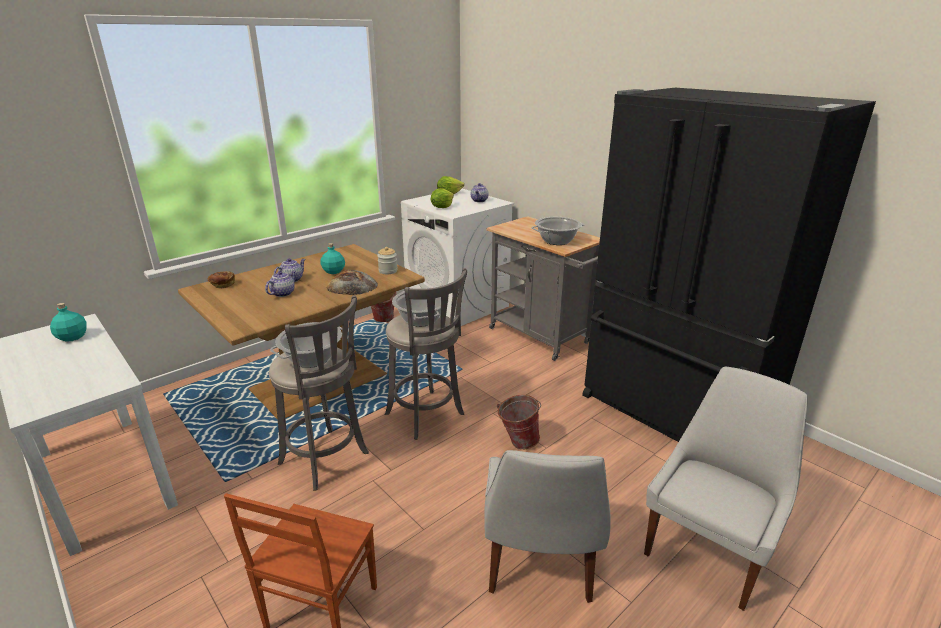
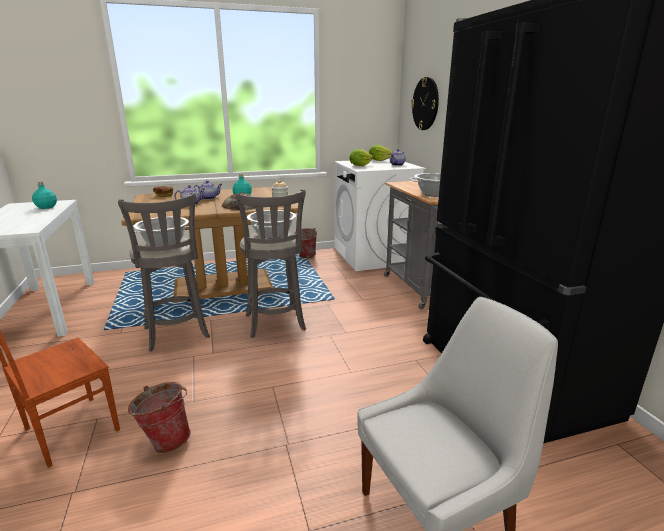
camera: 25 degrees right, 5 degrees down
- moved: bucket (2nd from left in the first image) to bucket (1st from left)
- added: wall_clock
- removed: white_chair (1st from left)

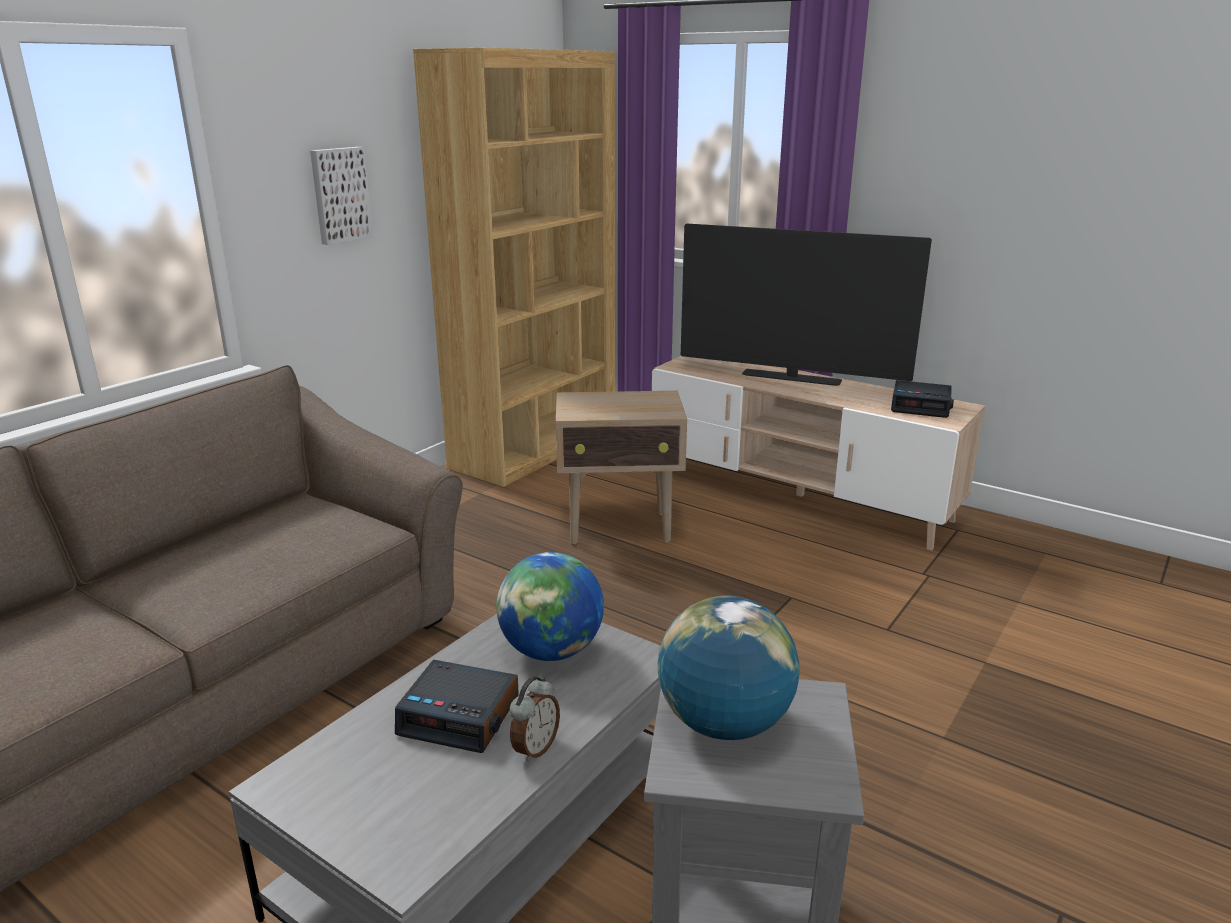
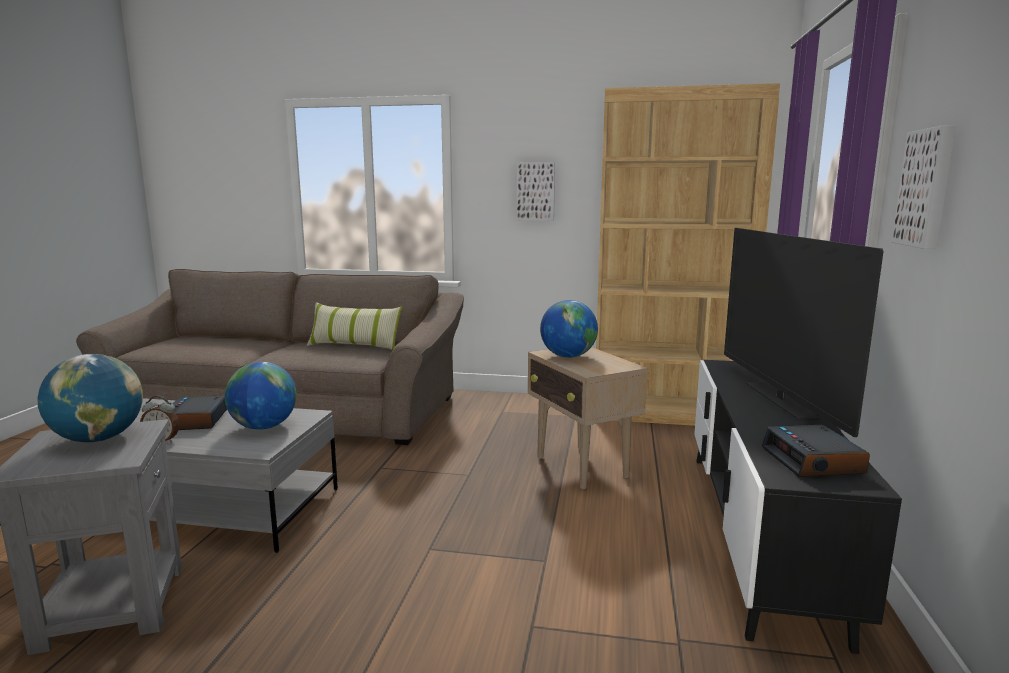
camera: 65 degrees right, 10 degrees down
- added: pillow
- added: globe (3rd from left)
- recoloured: beige_tv_stand to black_tv_stand
- added: picture (2nd from left)

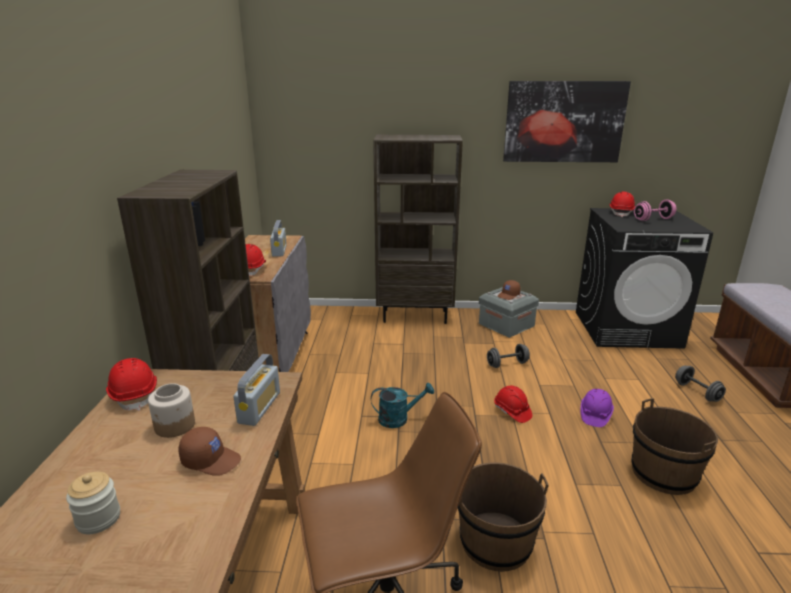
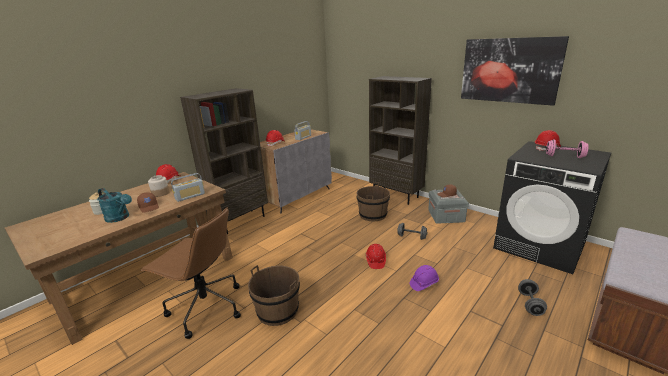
camera: 40 degrees right, 0 degrees up
- moved: turquoise_watering_can
- moved: brown_bucket (2nd from left)

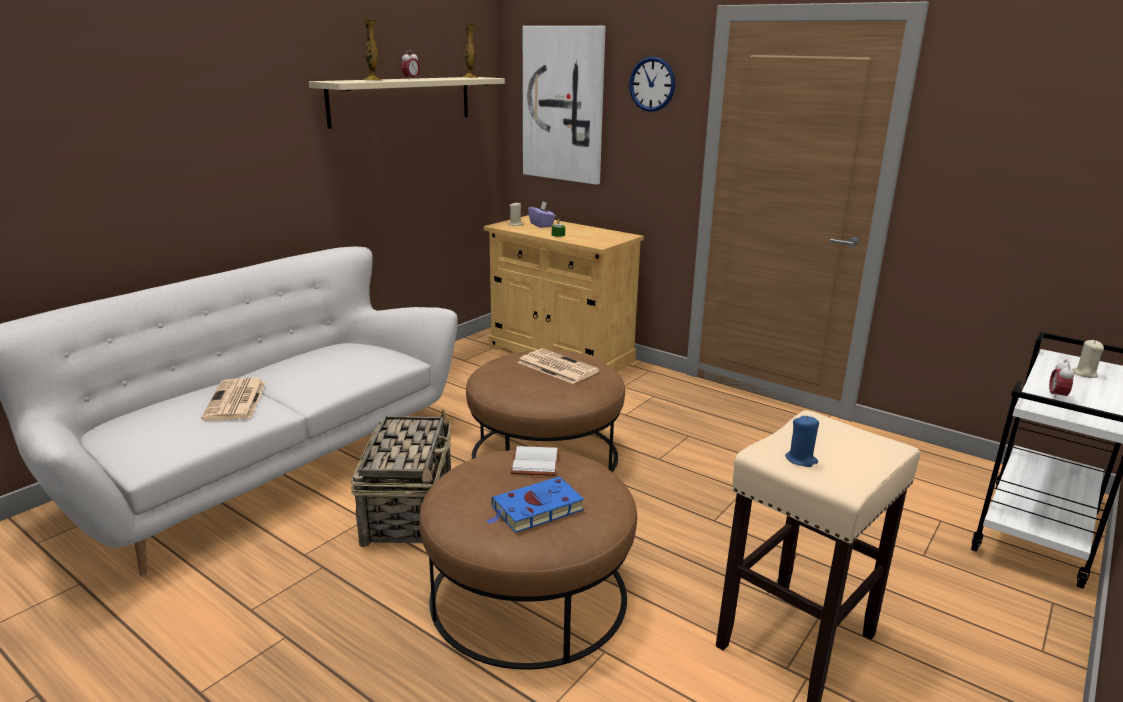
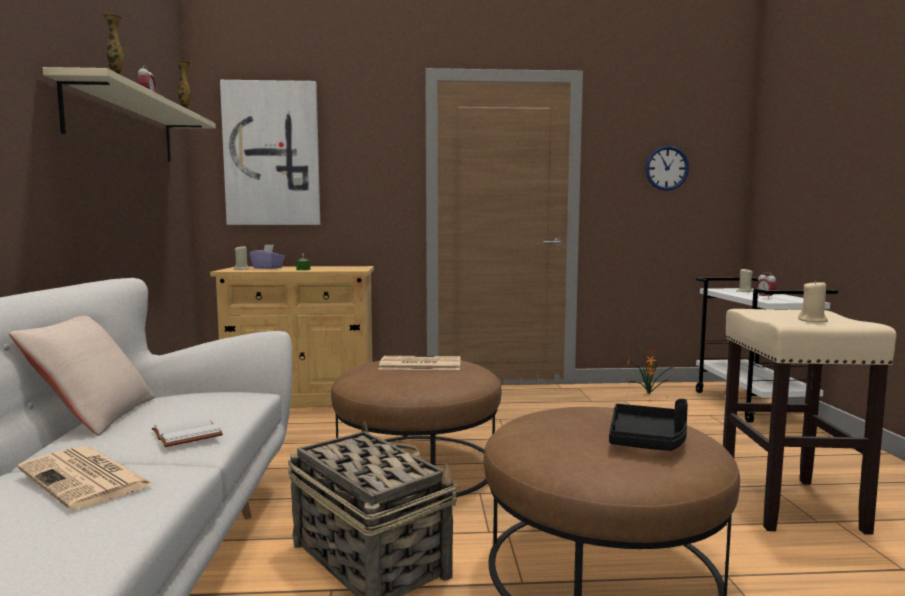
camera: 40 degrees left, 15 degrees down
- added: beige_pillow
- moved: white_book
- replaced: blue_book to black_tray
- added: potted_plant
- moved: wall_clock
- recoloured: blue_candle to beige_candle (3rd from left)

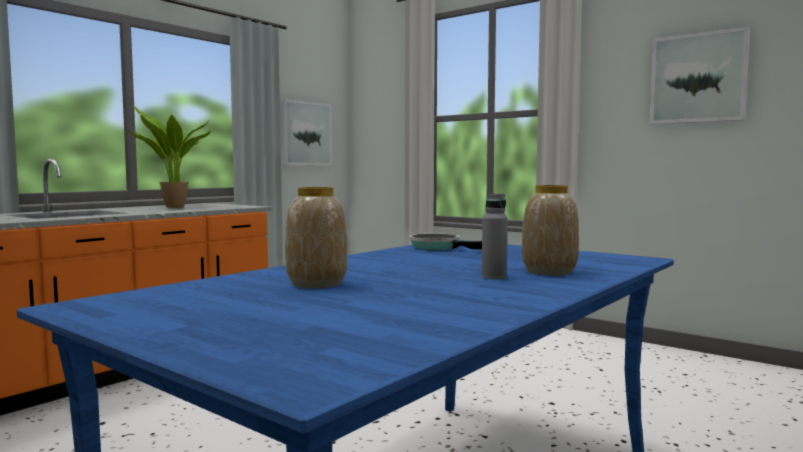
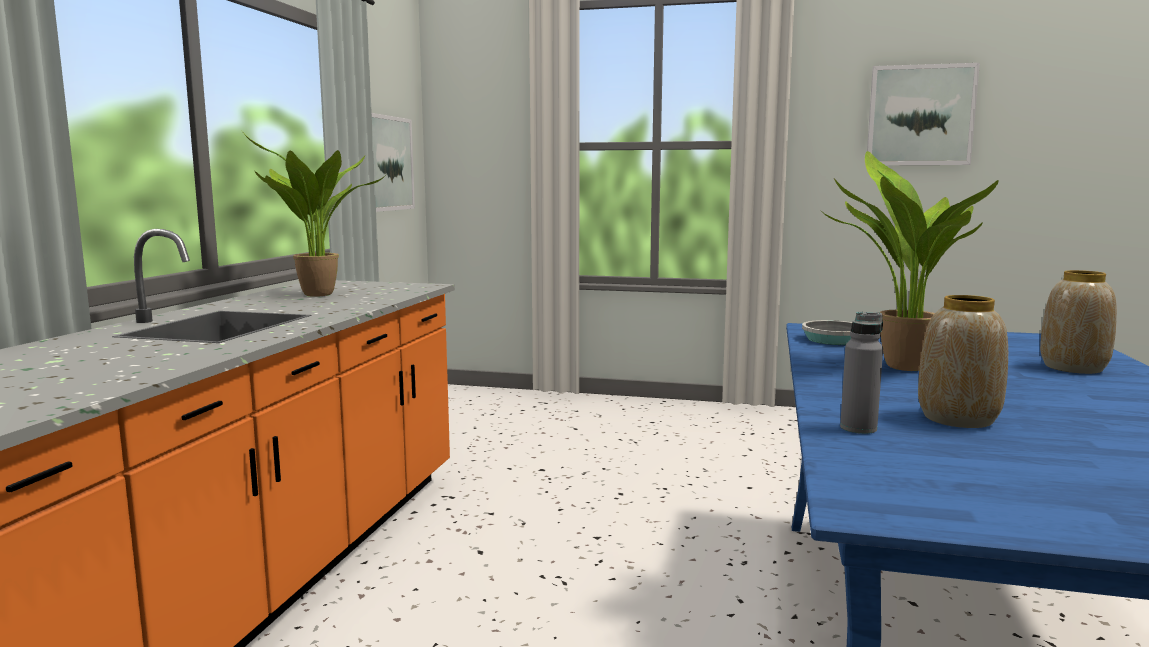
camera: 25 degrees left, 5 degrees up
- added: potted_plant (2nd from left)
- moved: grey_bottle

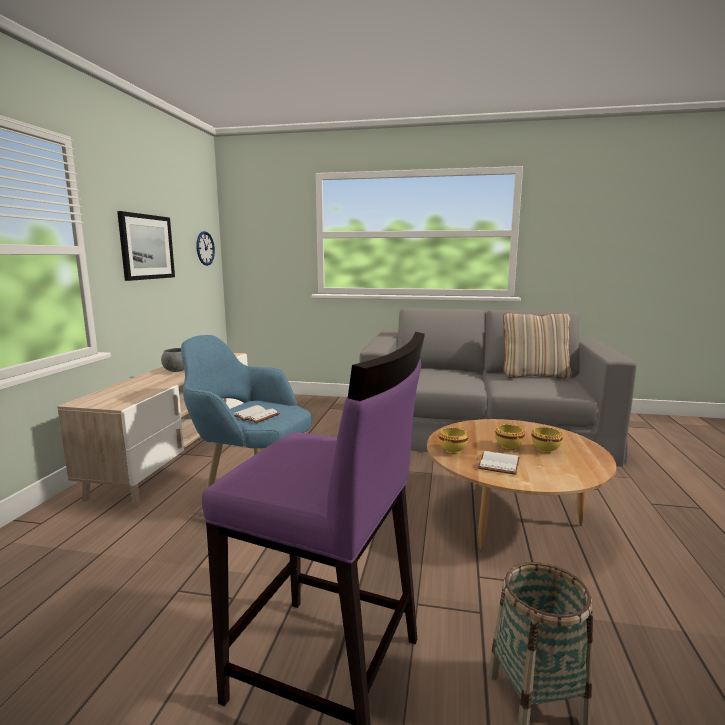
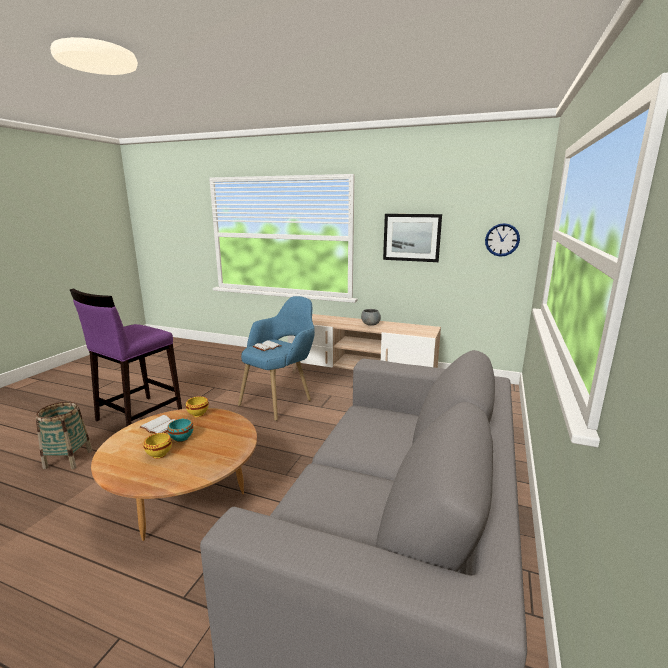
camera: 100 degrees right, 5 degrees up
- recoloured: yellow_bowl (2nd from left) to turquoise_bowl
- removed: beige_pillow

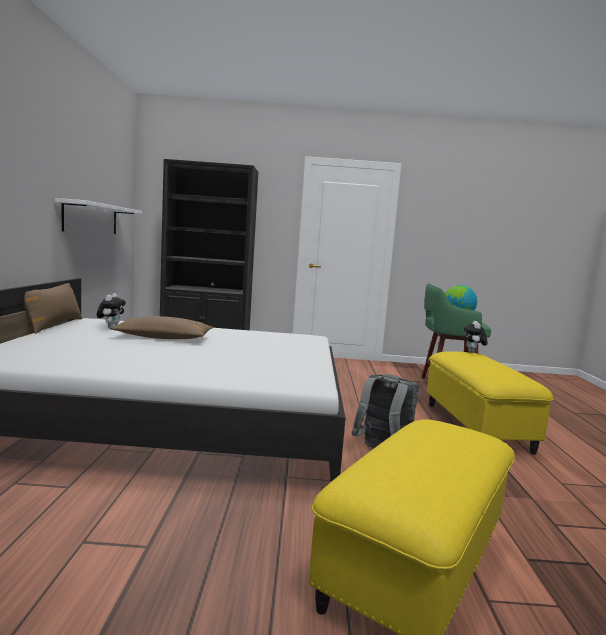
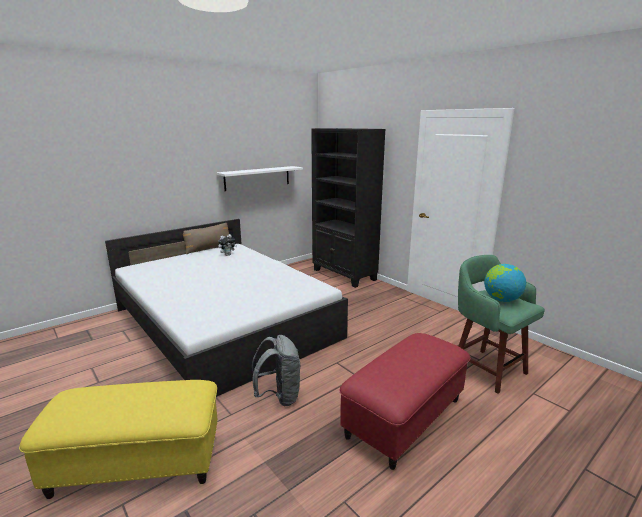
camera: 50 degrees right, 10 degrees up
- recoloured: yellow_ottoman (2nd from left) to red_ottoman
- removed: brown_pillow (2nd from left)
- removed: plush_toy (2nd from left)

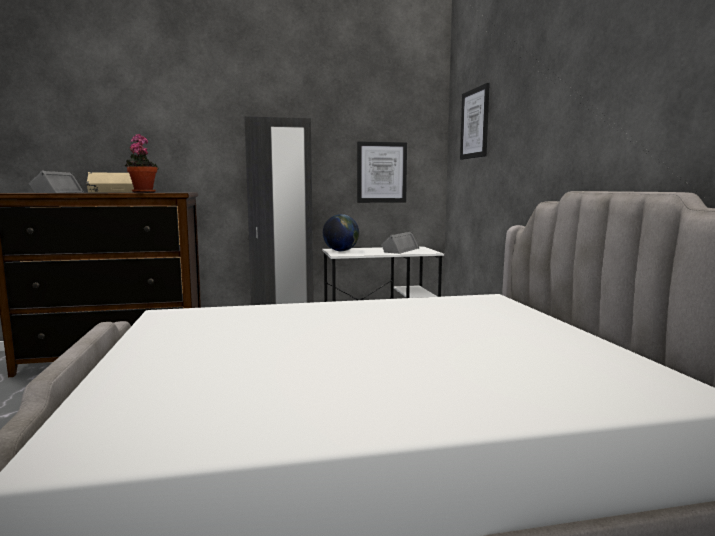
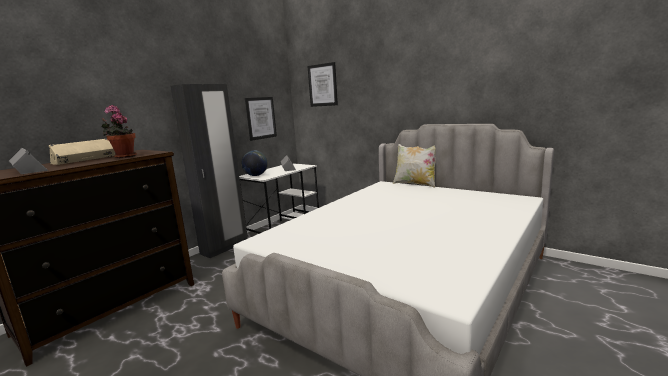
camera: 40 degrees left, 5 degrees up
- added: pillow

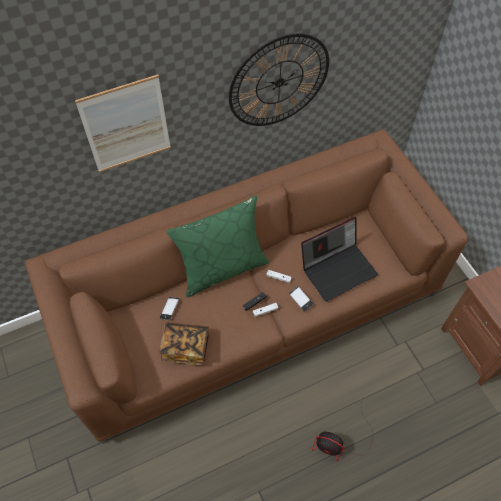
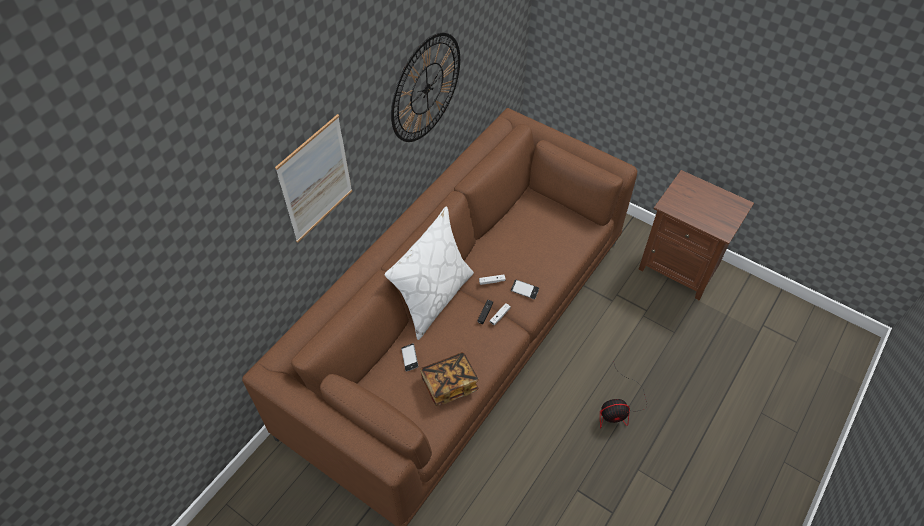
camera: 30 degrees left, 5 degrees down
- recoloured: green_pillow to white_pillow
- removed: laptop

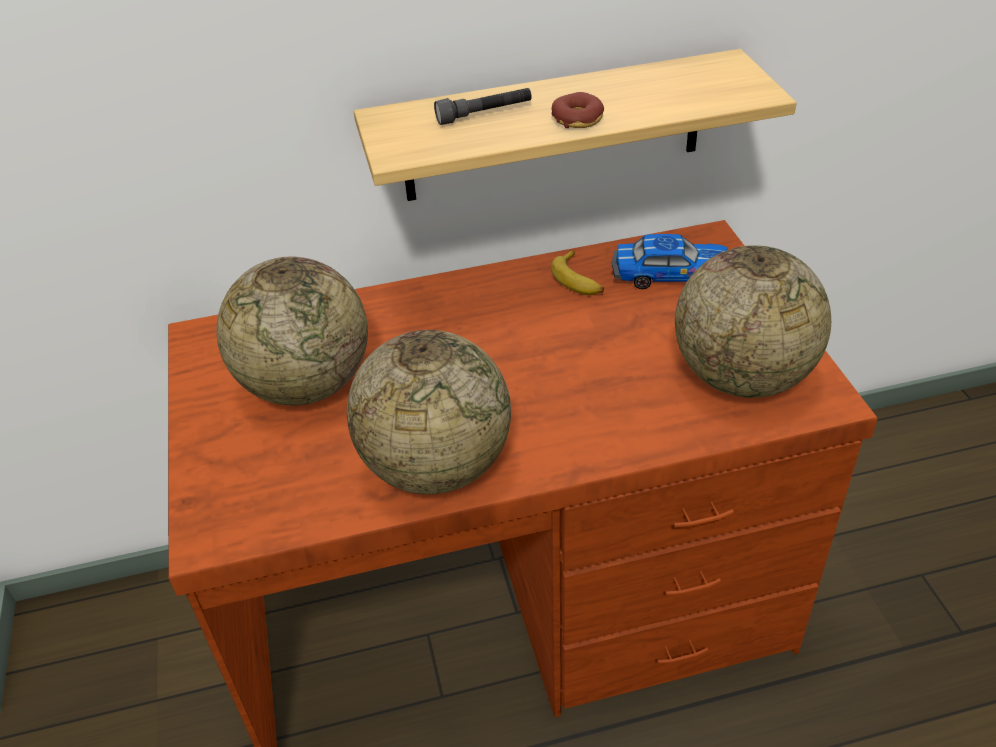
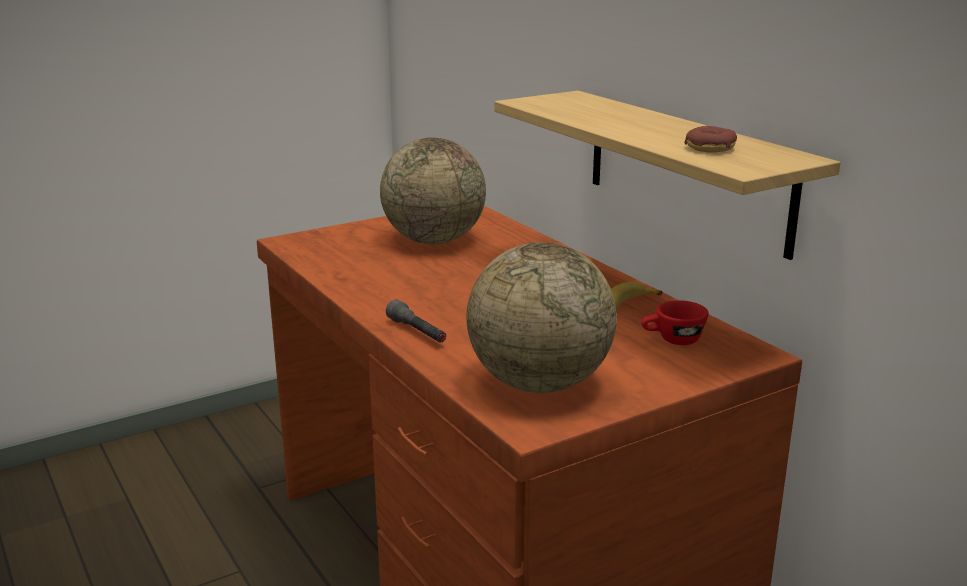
camera: 70 degrees right, 20 degrees down
- moved: grey_flashlight
- replaced: toy_car to red_cup
- moved: donut
- removed: globe (2nd from left)

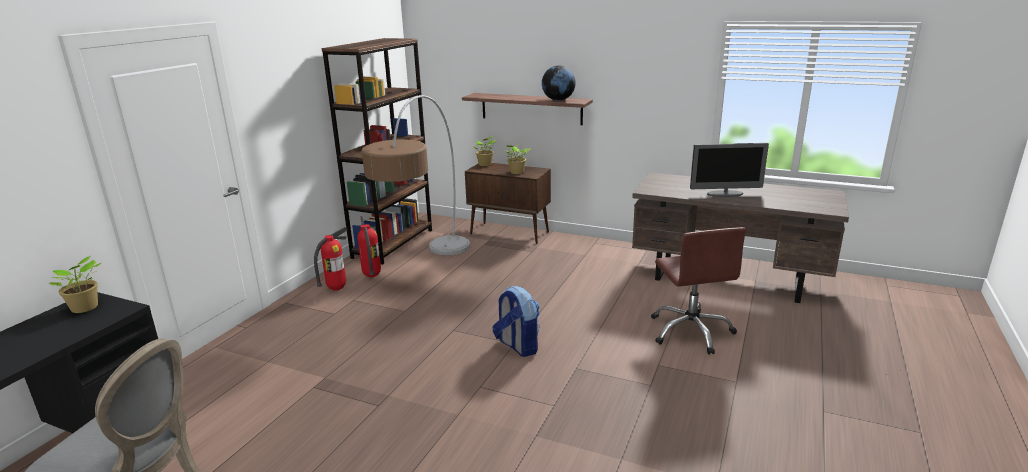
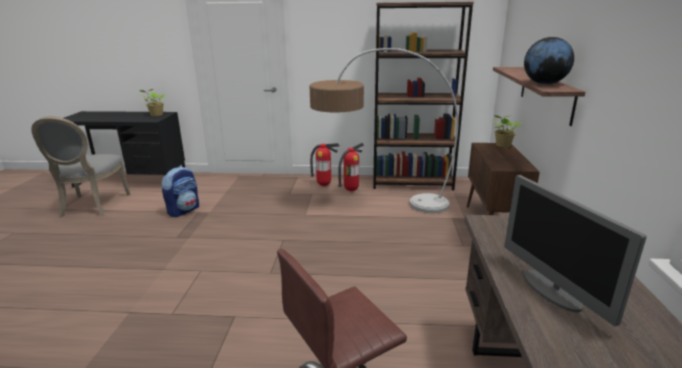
camera: 70 degrees right, 0 degrees up
- moved: backpack
- removed: potted_plant (3rd from left)

